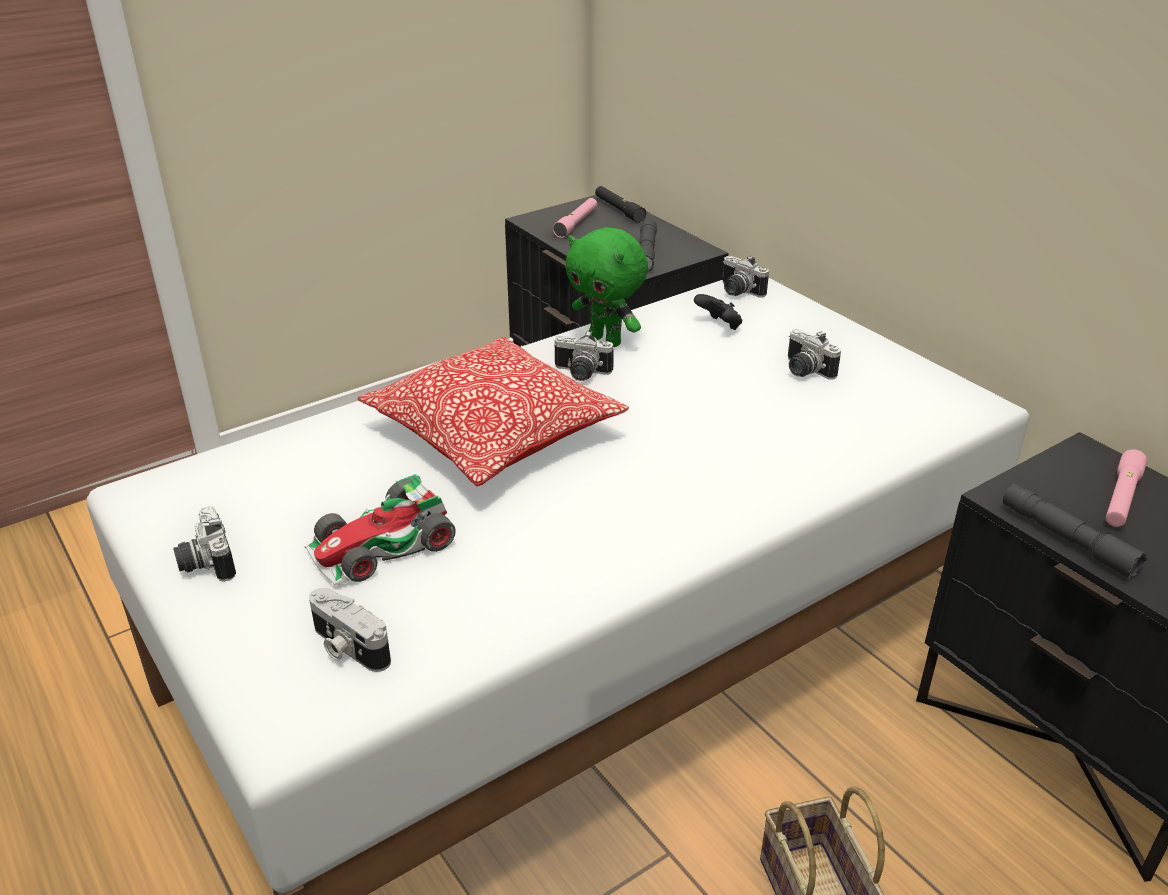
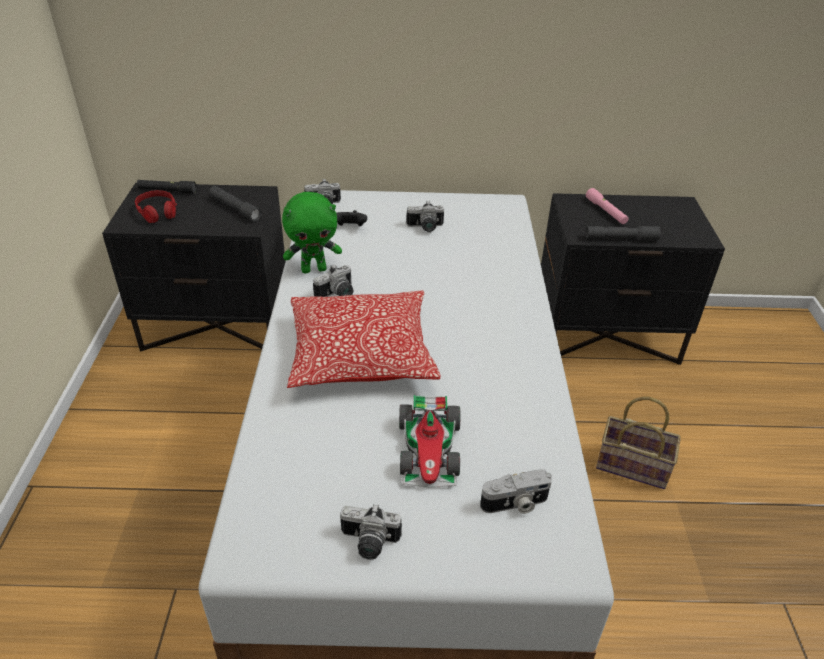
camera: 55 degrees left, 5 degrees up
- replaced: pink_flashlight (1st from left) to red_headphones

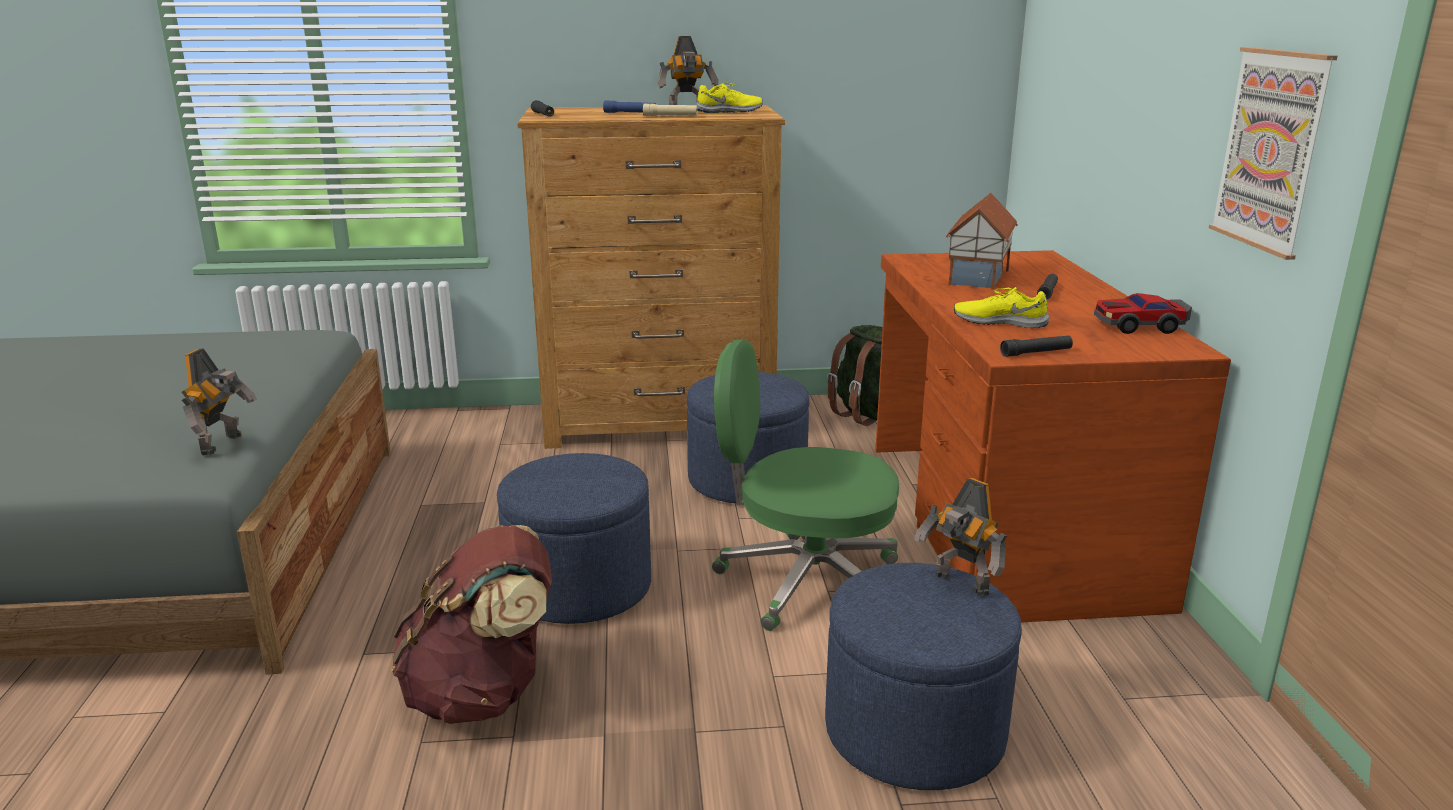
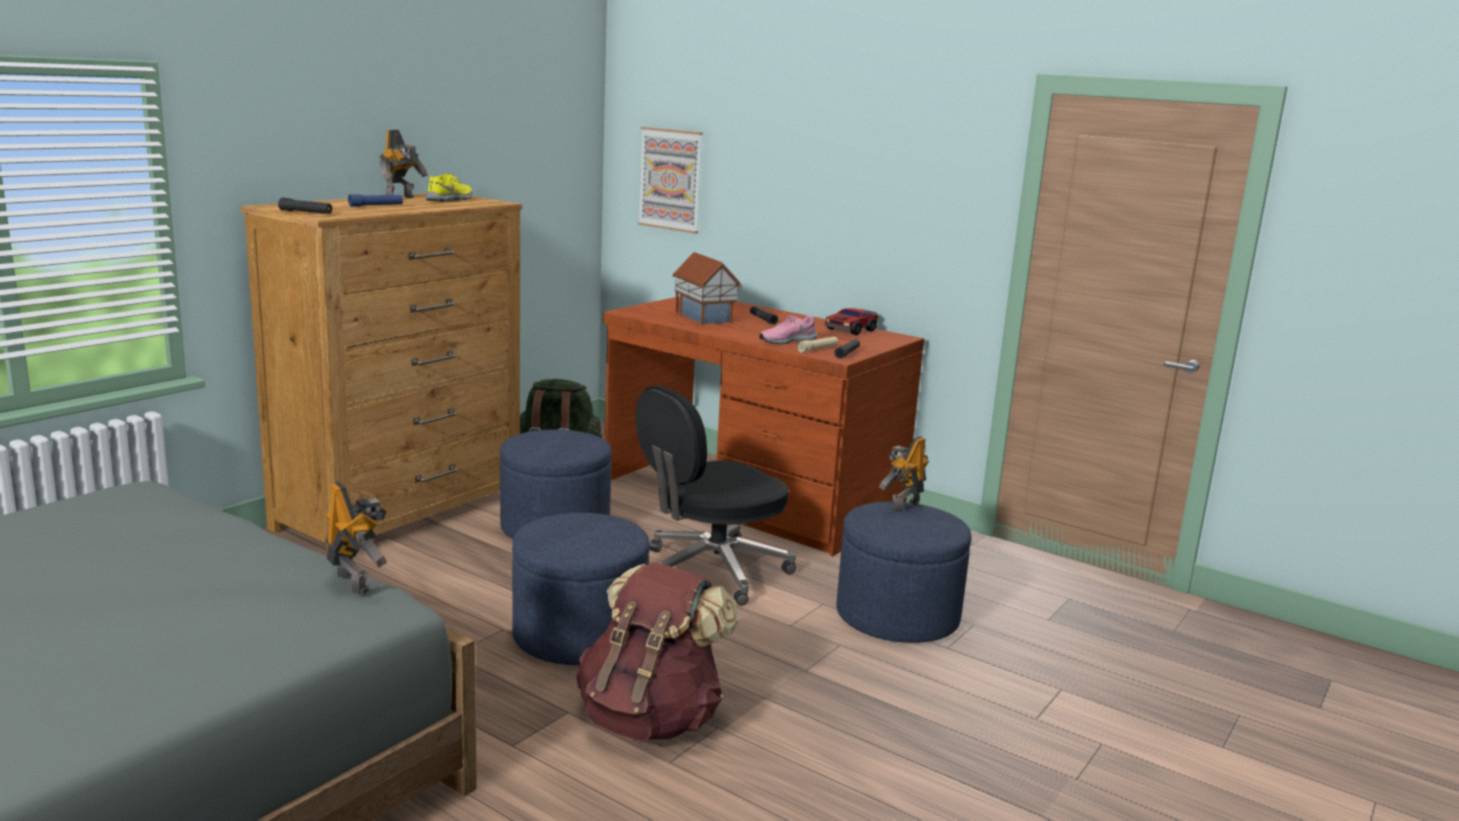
camera: 50 degrees left, 5 degrees down
- recoloured: green_office_chair to black_office_chair
- moved: picture
- recoloured: yellow_shoe (2nd from left) to pink_shoe
- moved: beige_flashlight
- turned: toy_robot (3rd from left) 135 degrees clockwise

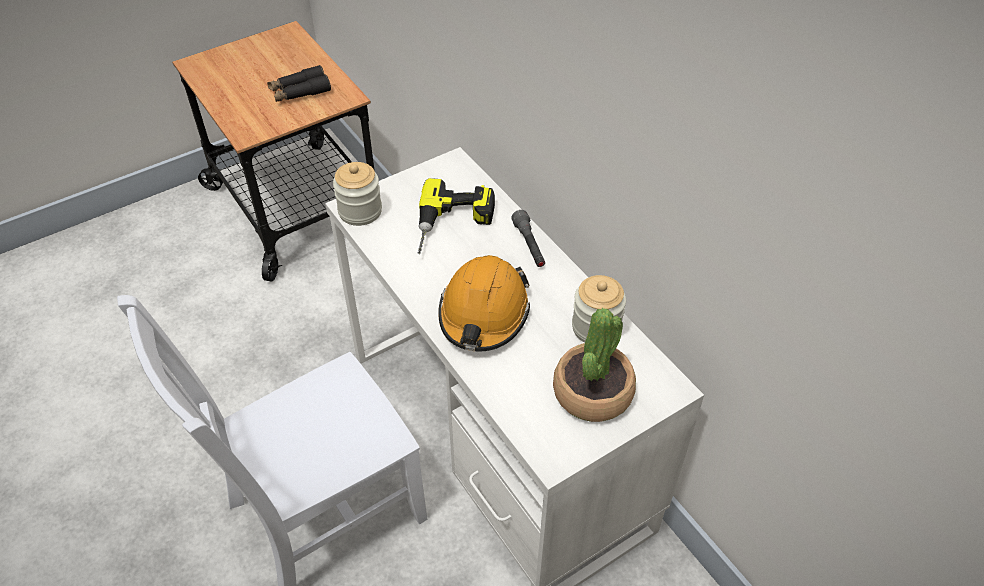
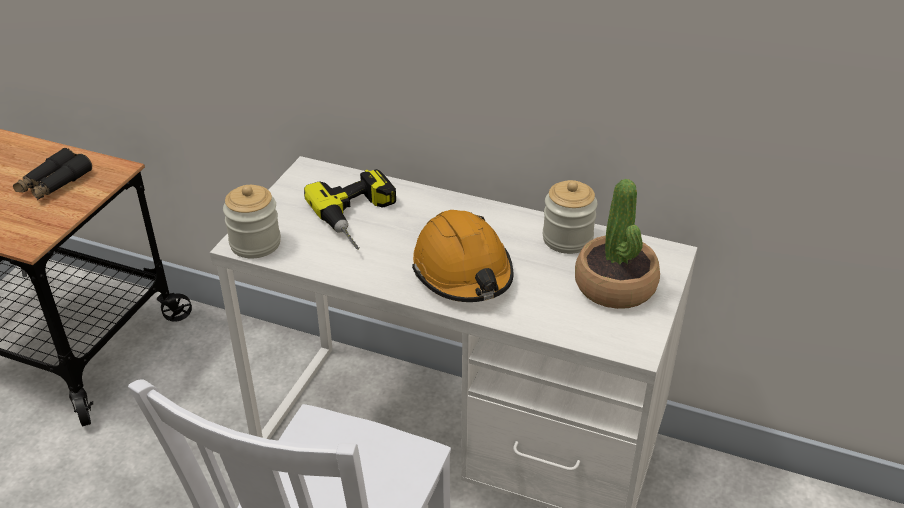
camera: 35 degrees left, 10 degrees down
- removed: grey_flashlight

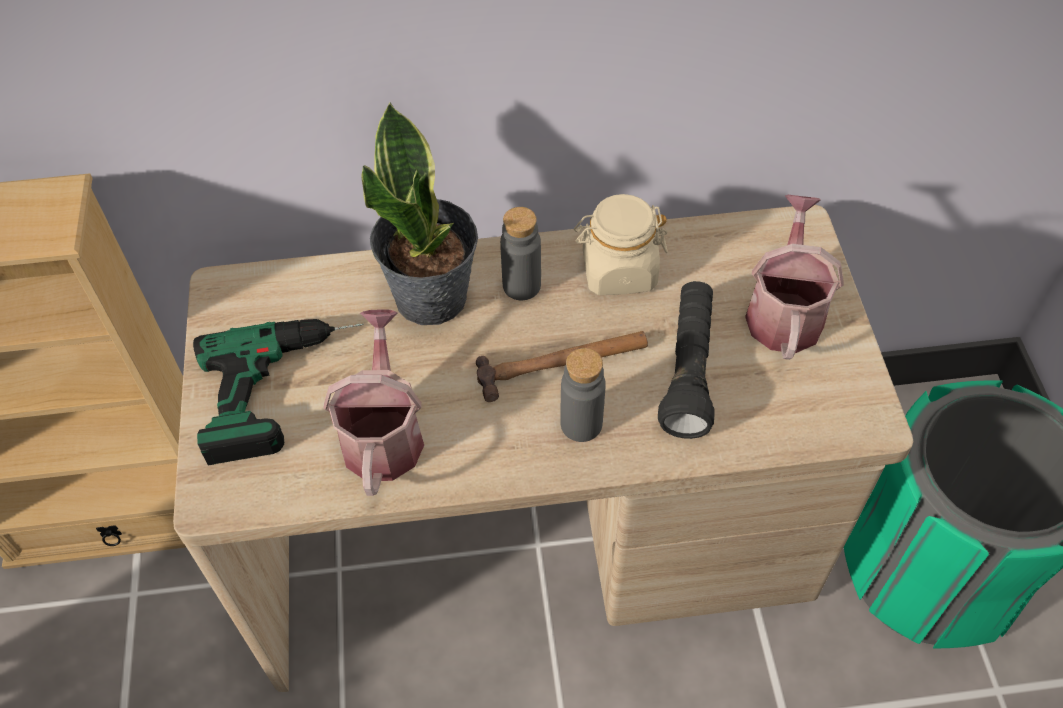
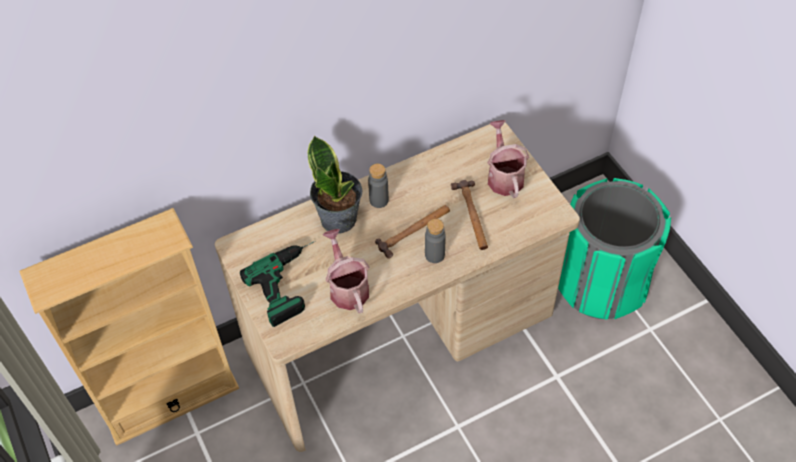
camera: 20 degrees left, 0 degrees up
- replaced: black_flashlight to hammer (2nd from left)
- removed: beige_jar

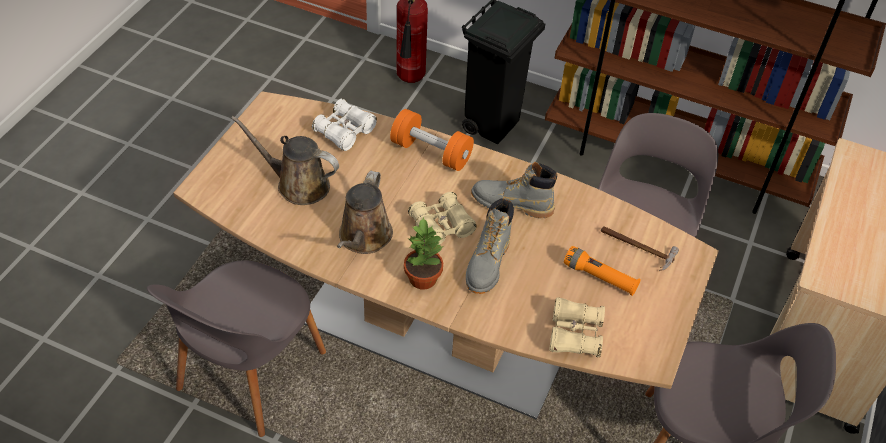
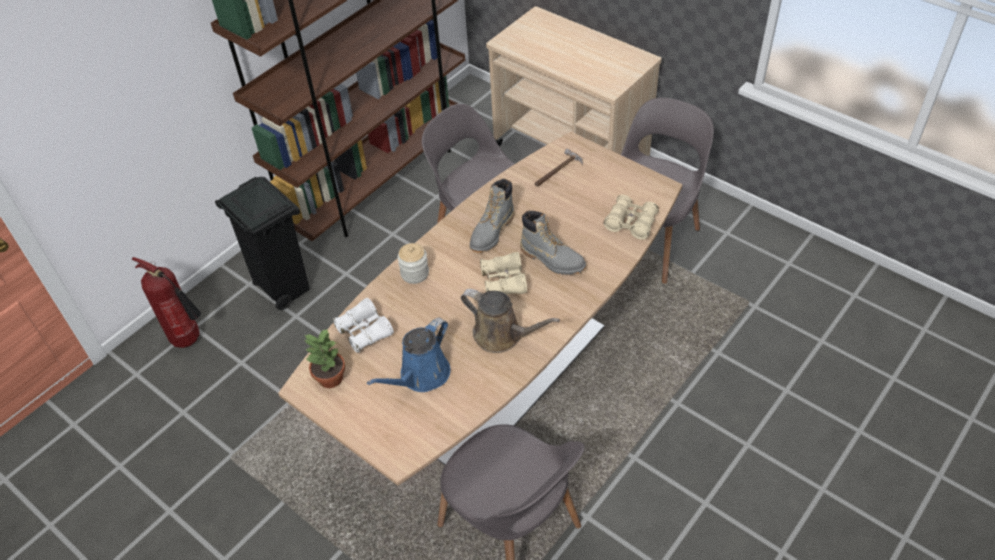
camera: 70 degrees left, 0 degrees up
- moved: potted_plant
- recoloured: brown_watering_can (1st from left) to blue_watering_can
- replaced: orange_dumbbell to jar
- removed: orange_flashlight

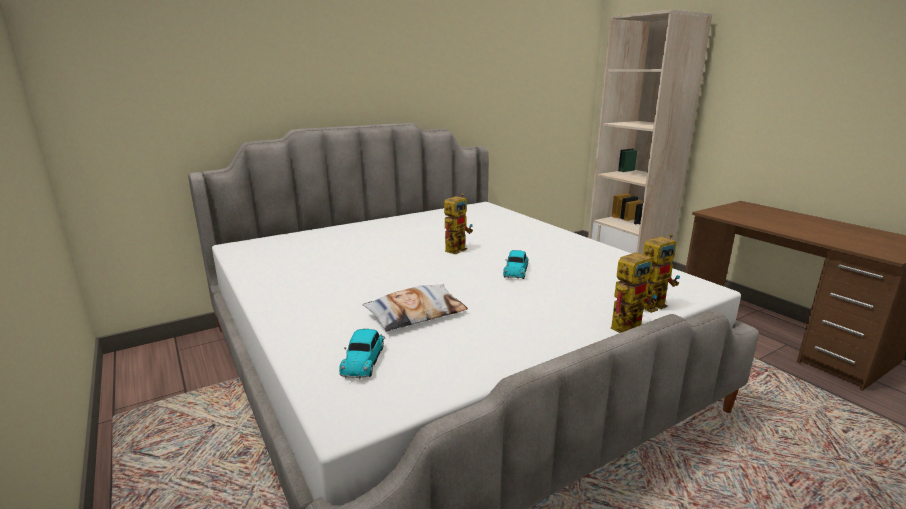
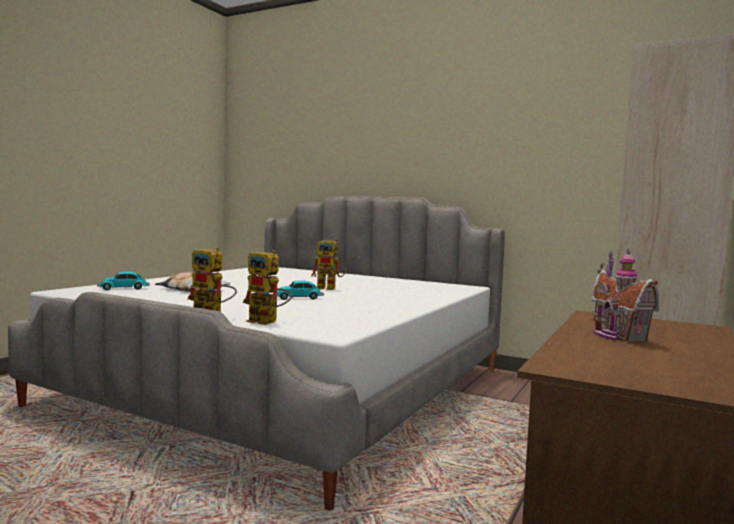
camera: 60 degrees right, 15 degrees down
- added: toy_house

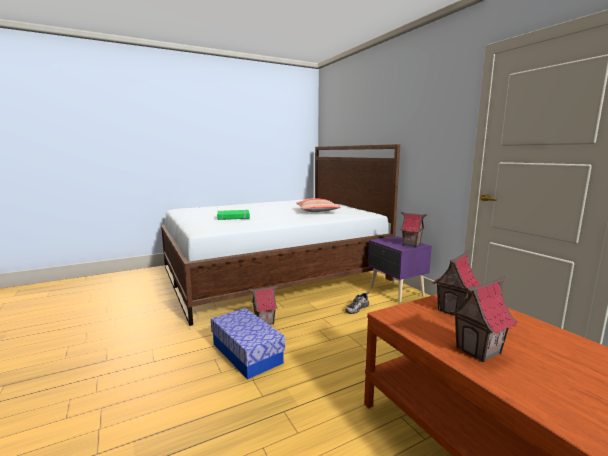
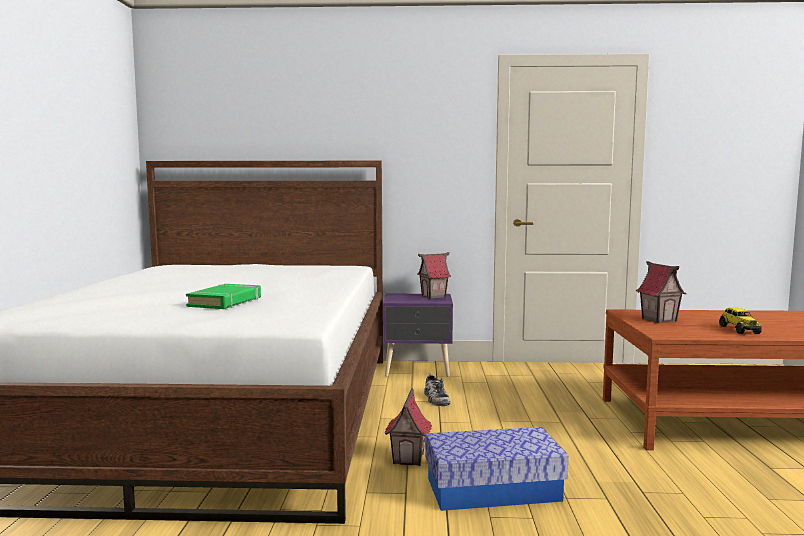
camera: 60 degrees left, 5 degrees down
- replaced: toy_house (4th from left) to toy_truck
- removed: pillow

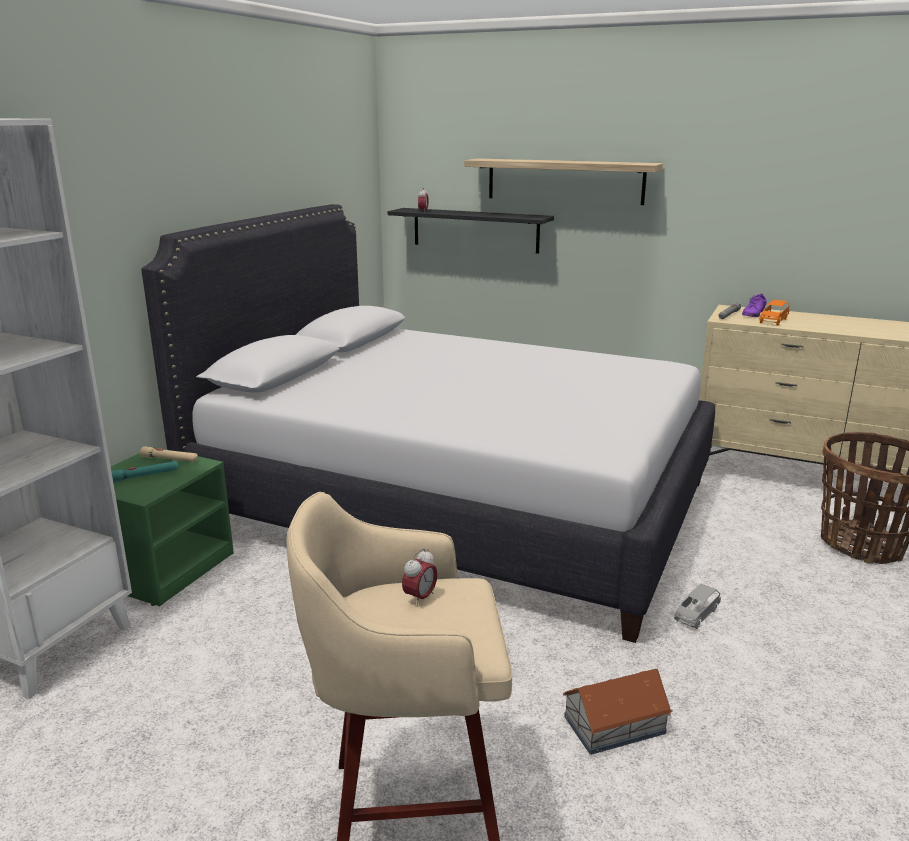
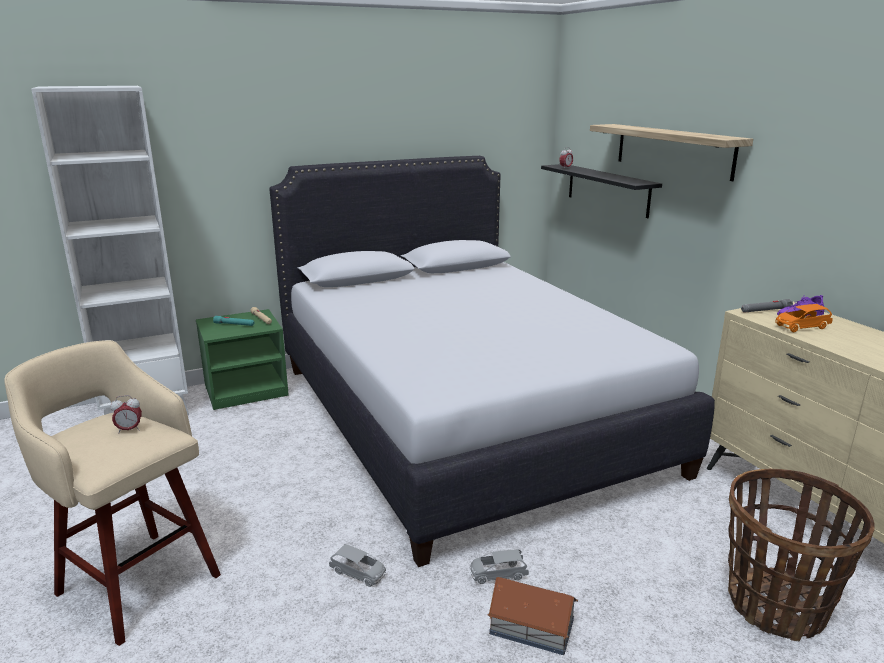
camera: 40 degrees right, 0 degrees up
- added: grey_toy_car (1st from left)
- moved: toy_house

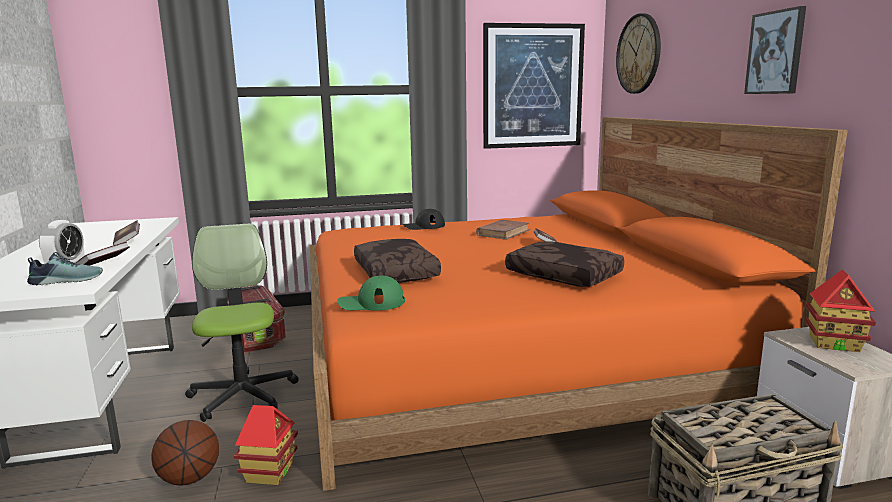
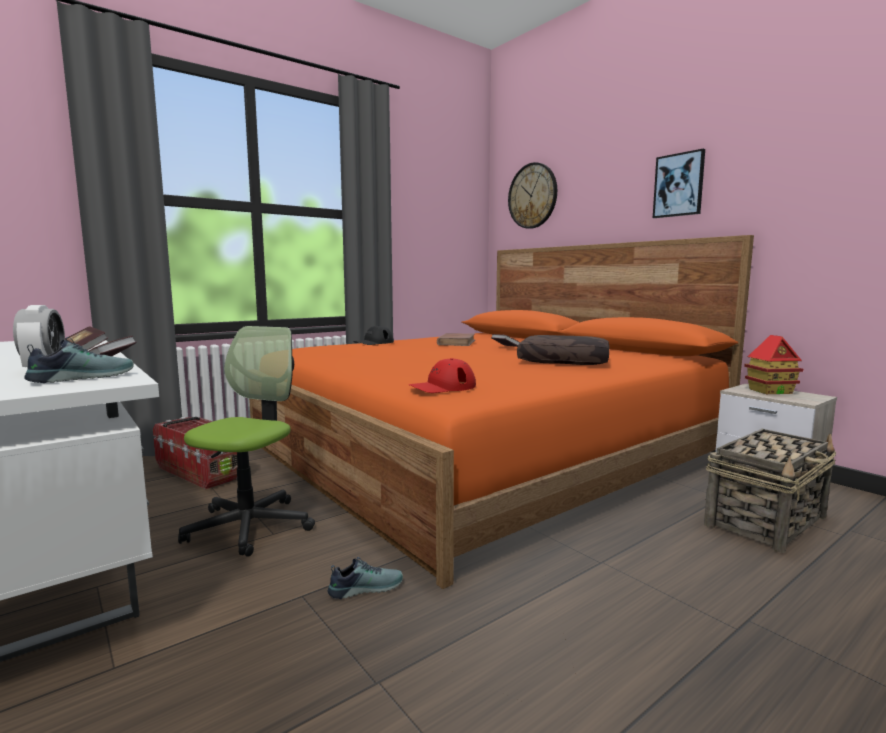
camera: 25 degrees left, 5 degrees down
- turned: office_chair 60 degrees clockwise
- replaced: toy_house (1st from left) to shoe (2nd from left)
- recoloured: green_cap to red_cap
- removed: basketball
- removed: brown_pillow (1st from left)
- removed: picture (1st from left)

